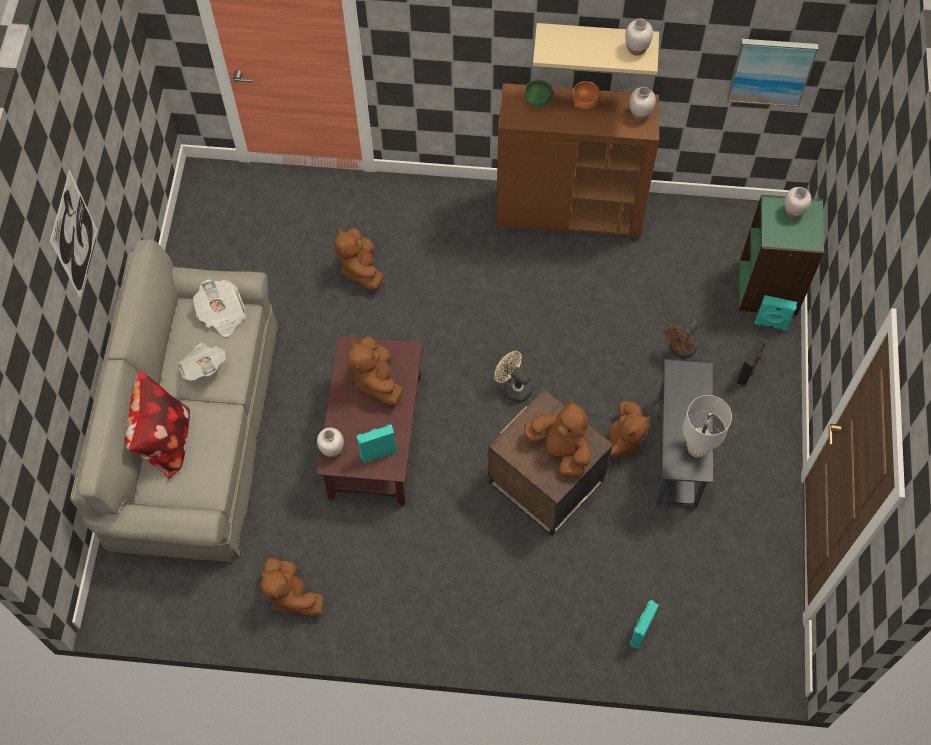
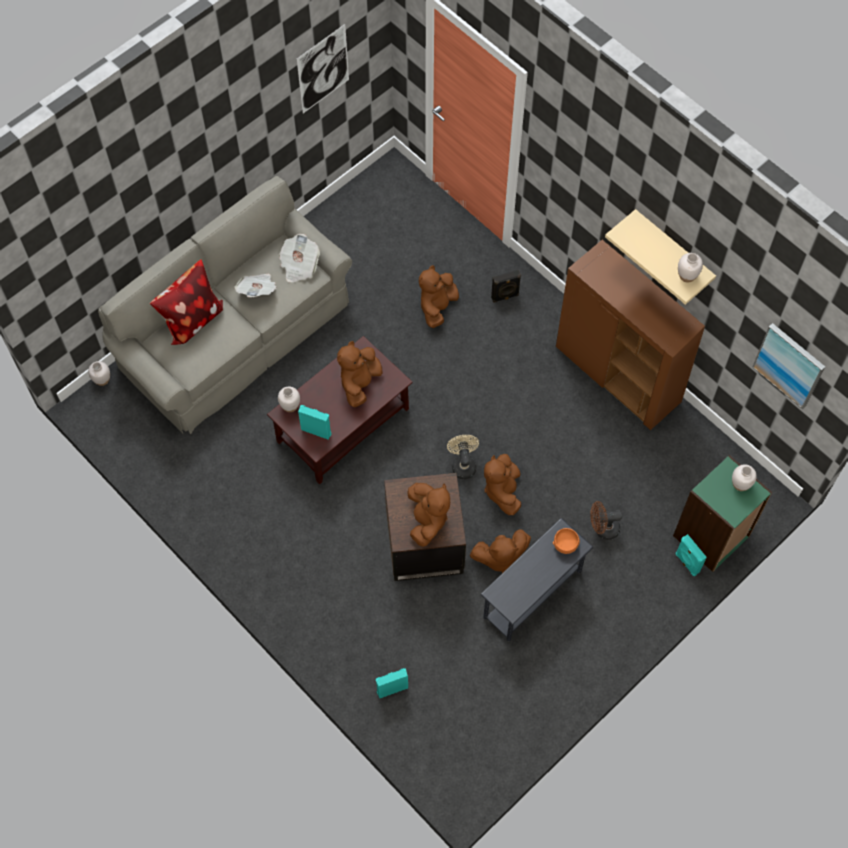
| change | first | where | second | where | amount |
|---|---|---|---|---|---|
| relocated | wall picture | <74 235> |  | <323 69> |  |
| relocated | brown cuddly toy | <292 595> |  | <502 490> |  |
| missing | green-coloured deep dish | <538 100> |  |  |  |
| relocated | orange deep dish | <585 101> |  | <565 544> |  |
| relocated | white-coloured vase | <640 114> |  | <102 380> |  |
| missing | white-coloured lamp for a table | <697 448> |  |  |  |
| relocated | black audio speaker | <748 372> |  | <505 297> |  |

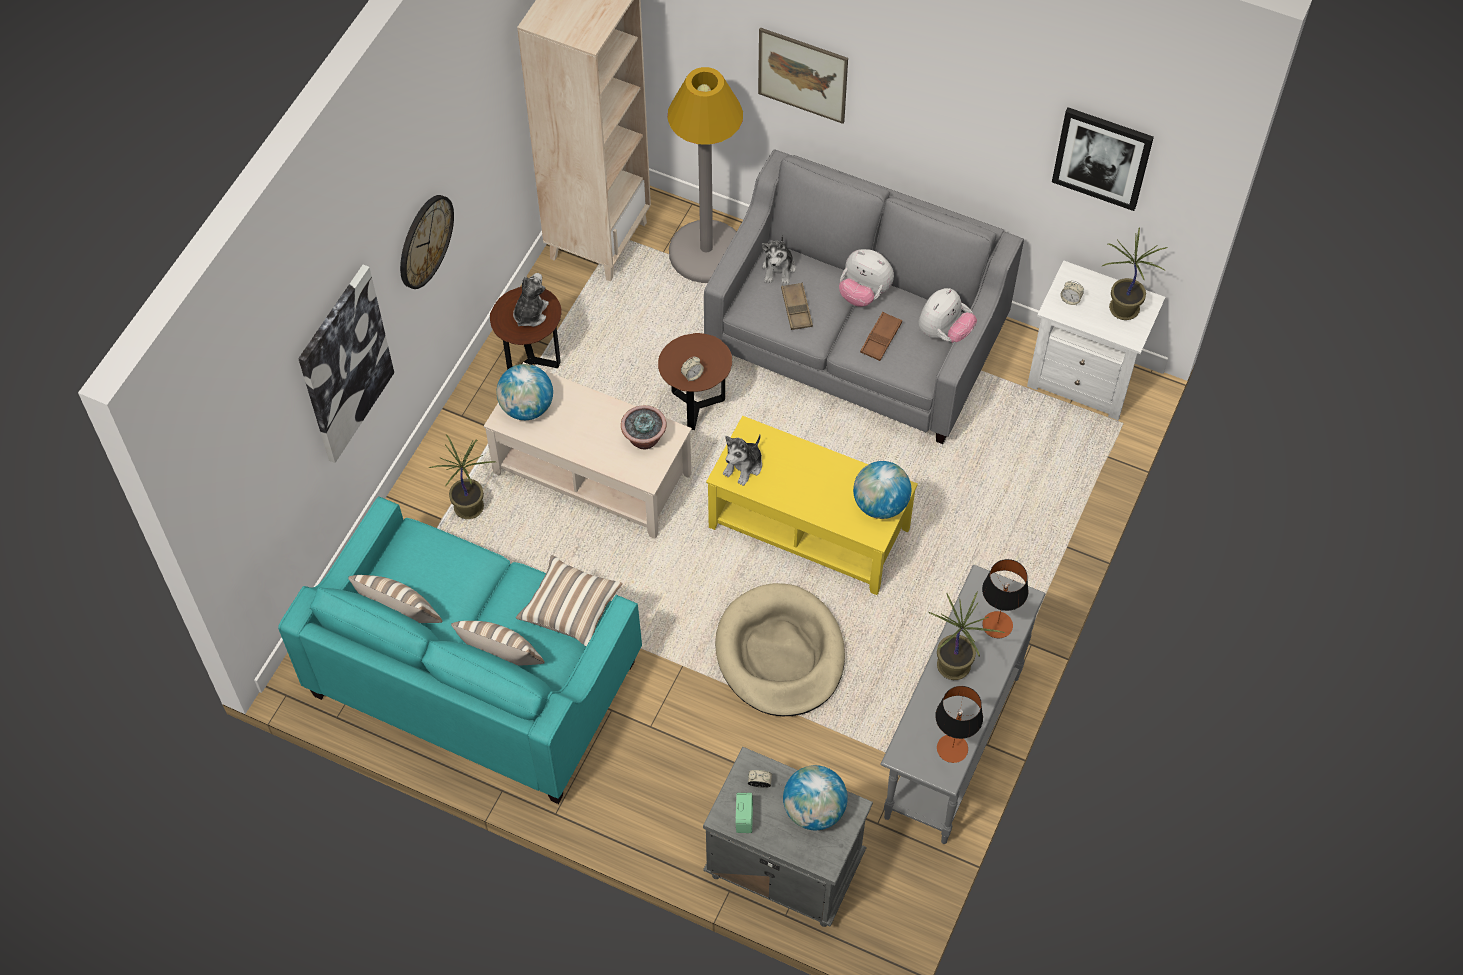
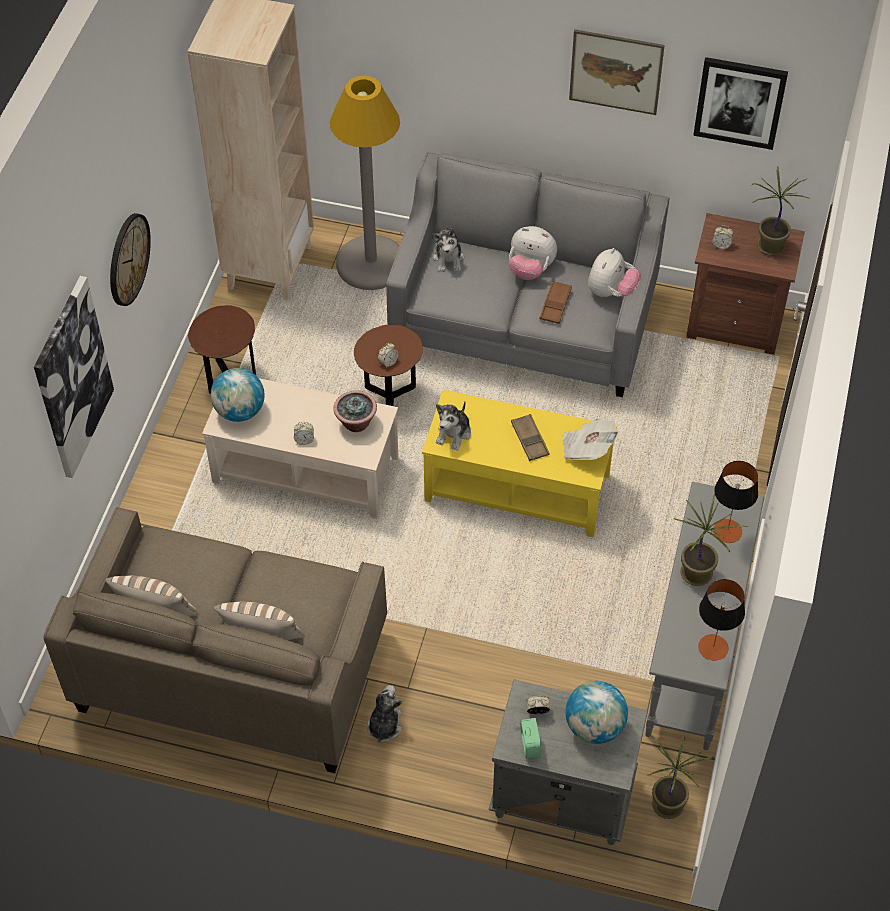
| change | first | where | second | where | amount |
|---|---|---|---|---|---|
| colour | turquoise-coloured settee | <475 678> | beige-coloured settee | <231 670> |  |
| relocated | plant in a pot | <469 506> |  | <667 804> |  |
| relocated | cuddly toy | <530 313> |  | <384 725> |  |
| missing | cushion | <571 608> |  |  |  |
| missing | beige-coloured dog cushion | <780 653> |  |  |  |
| relocated | wall picture | <802 75> |  | <616 72> |  |
| relocated | brown carrying tray | <796 309> |  | <529 440> |  |
| exchanged | globe | <880 504> | daily paper | <587 448> |  |
| colour | white-coloured night table | <1084 378> | brown night table | <735 323> |  |
| appeared |  |  | alarm clock | <304 440> |  |

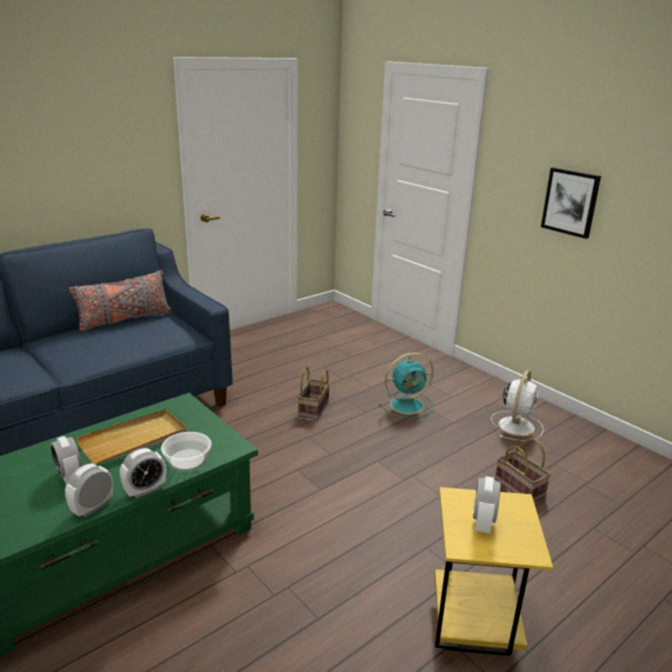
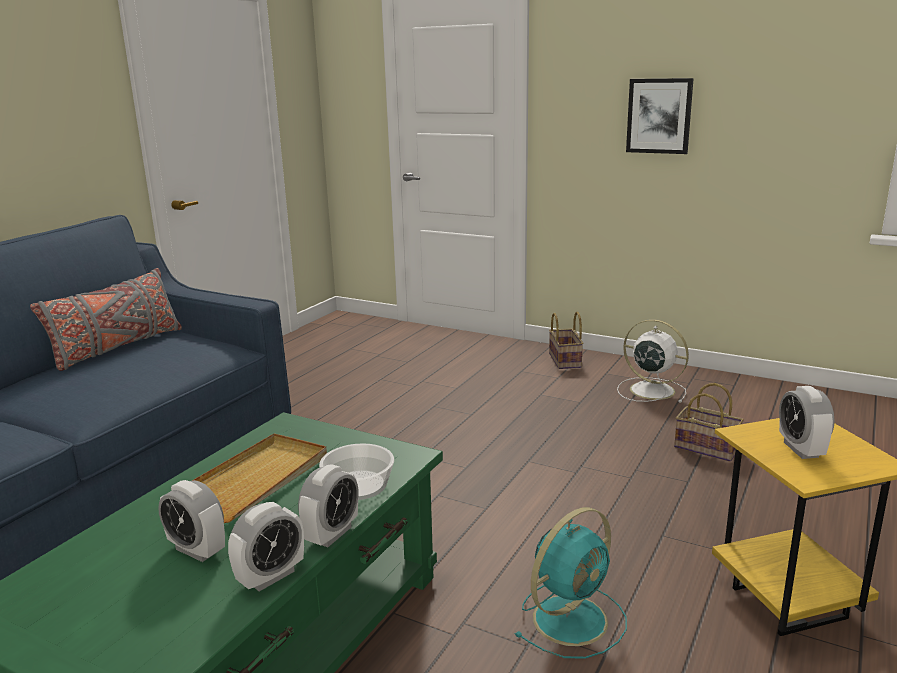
| change | first | where | second | where | amount |
|---|---|---|---|---|---|
| spun | alarm clock | <92 507> |  | <271 576> | 150 degrees counterclockwise |
| relocated | storage basket | <314 409> |  | <566 361> |  |
| relocated | turquoise-coloured cooling fan | <408 405> |  | <572 618> |  |
| spun | white-coloured cooling fan | <516 425> |  | <650 390> | 60 degrees counterclockwise |

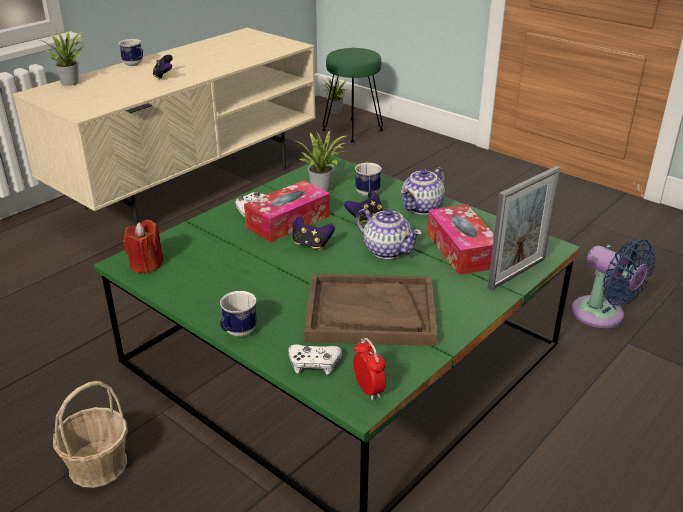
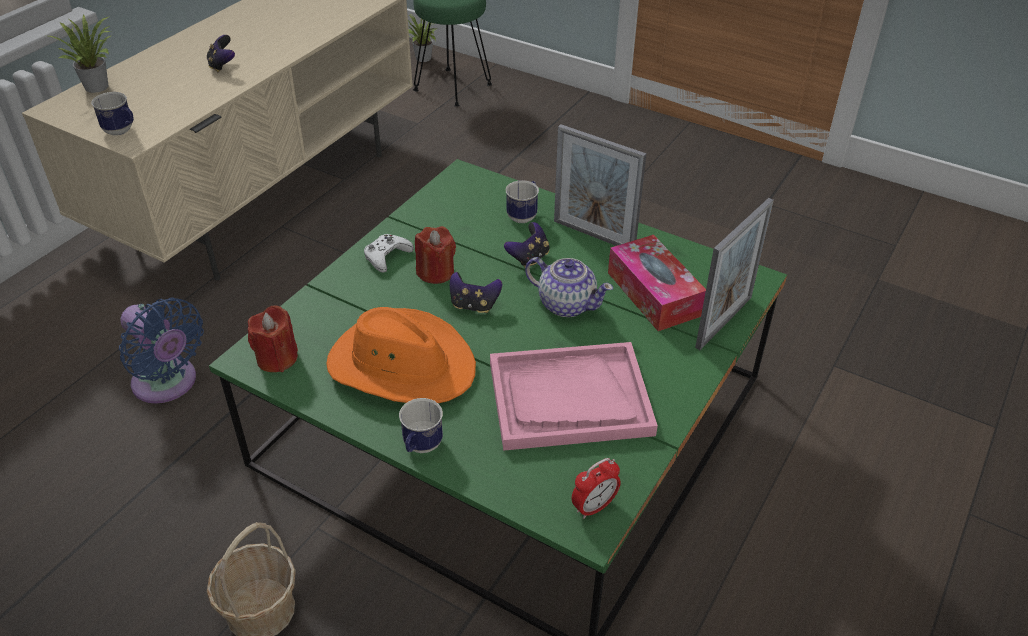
| change | first | where | second | where | amount |
|---|---|---|---|---|---|
| relocated | mug | <135 64> |  | <122 131> |  |
| exchanged | tissue box | <288 221> | red-coloured wax light | <435 272> |  |
| missing | white-coloured gamepad | <314 363> |  |  |  |
| missing | plant in a pot | <322 187> |  |  |  |
| colour | brown carrying tray | <370 313> | pink-coloured carrying tray | <569 399> |  |
| spun | alarm clock | <368 389> |  | <594 507> | 90 degrees clockwise |
| exchanged | pot for tea | <422 208> | standing frame | <593 235> |  |
| relocated | blue-coloured cooling fan | <602 315> |  | <168 384> |  |
| appeared |  |  | orange clothing hat | <401 364> |  |

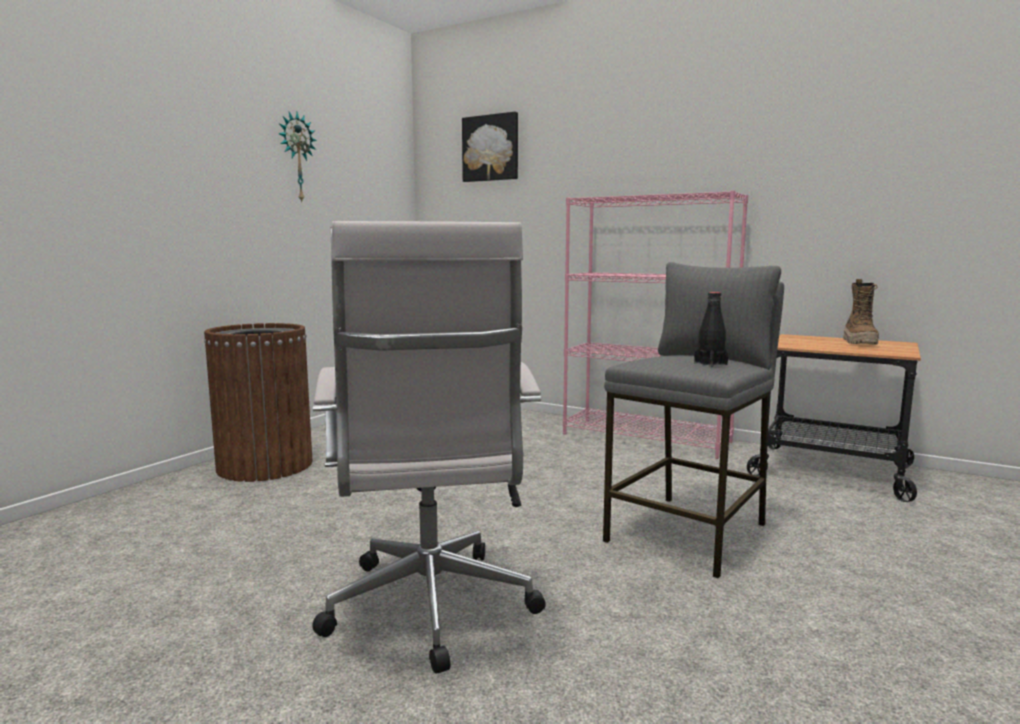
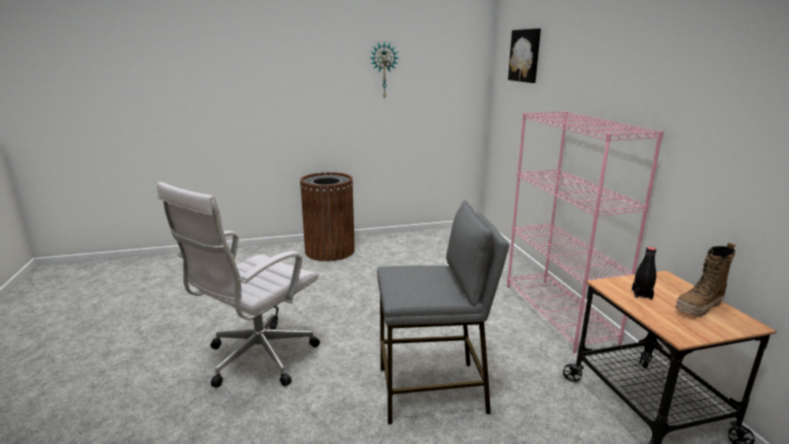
| change | first | where | second | where | amount |
|---|---|---|---|---|---|
| relocated | black beverage bottle | <710 364> |  | <641 294> |  |

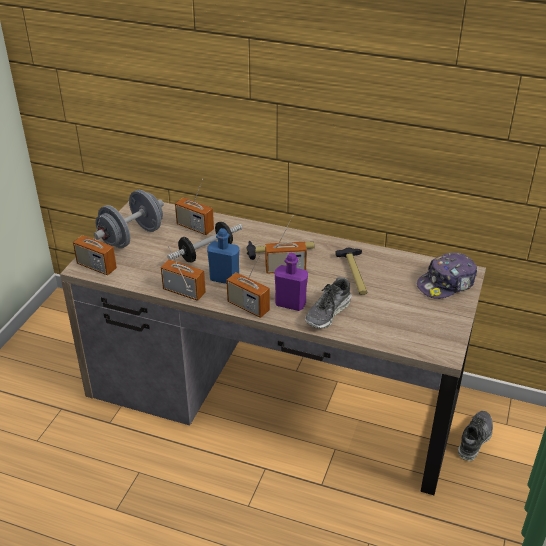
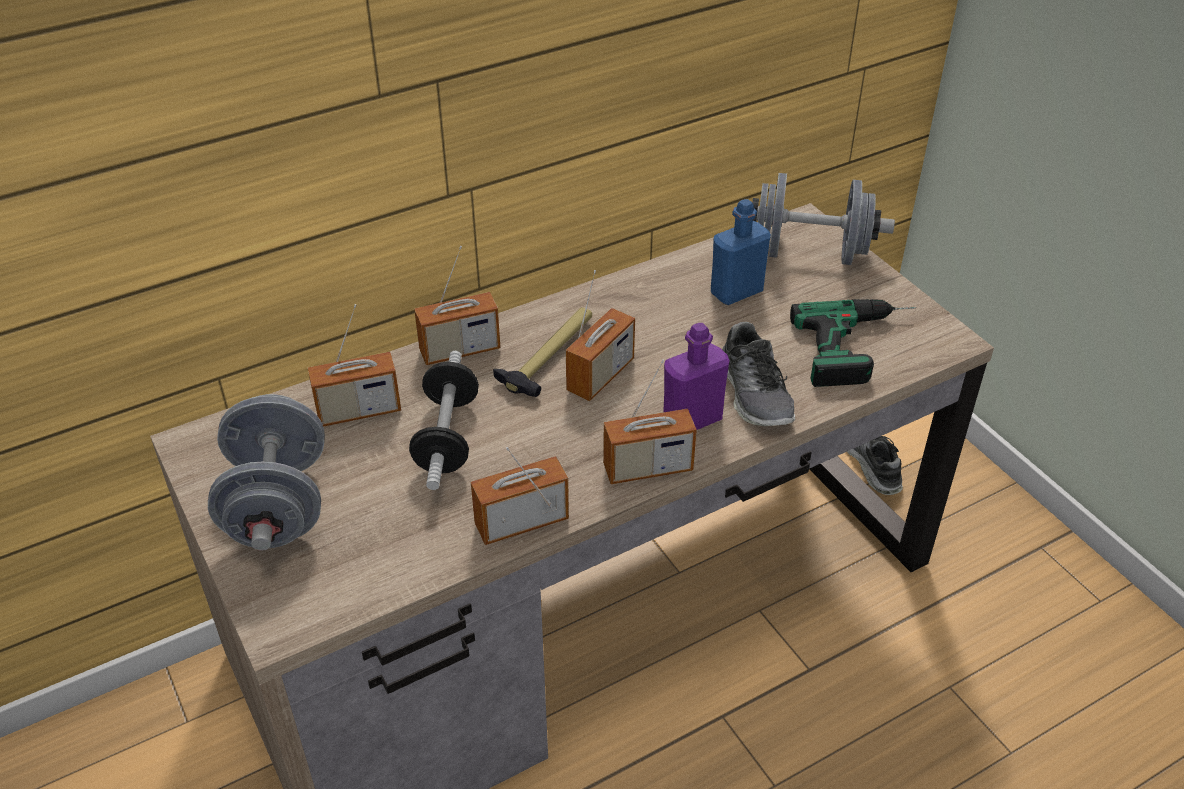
| change | first | where | second | where | amount |
|---|---|---|---|---|---|
| relocated | radio receiver | <96 266> |  | <460 350> |  |
| relocated | blue-coloured beverage bottle | <224 279> |  | <736 292> |  |
| missing | tool hammer | <355 274> |  |  |  |
| exchanged | baseball cap | <446 284> | greyish hand weight | <809 253> |  |
| appeared |  |  | power drill | <862 346> |  |

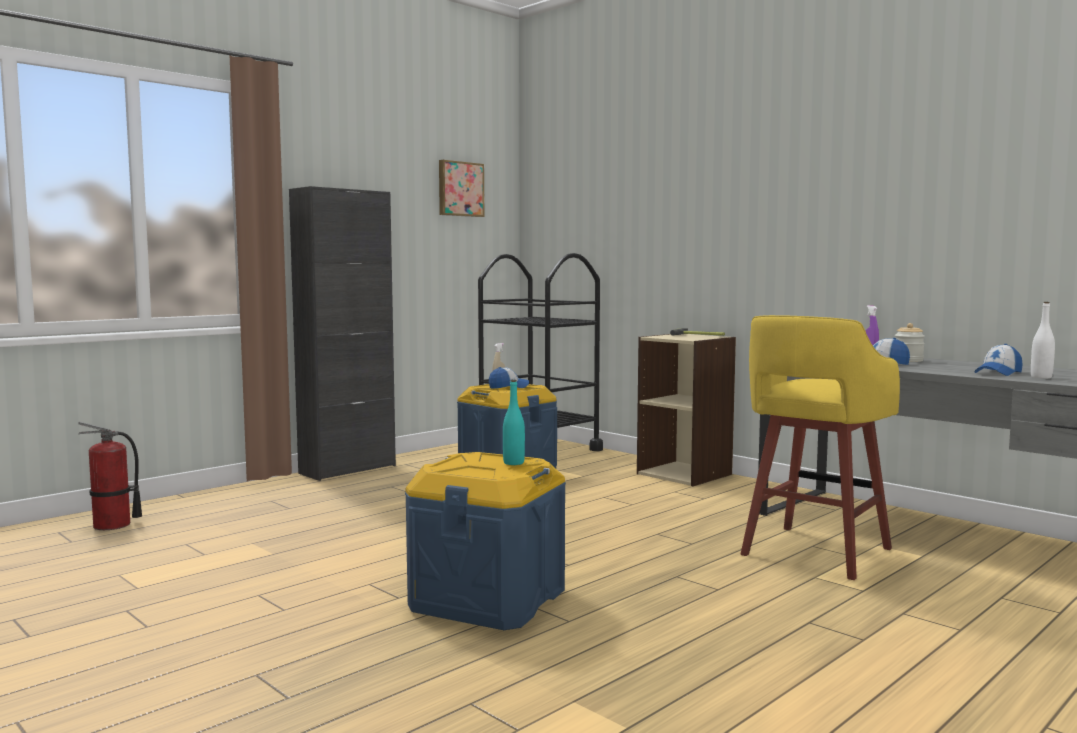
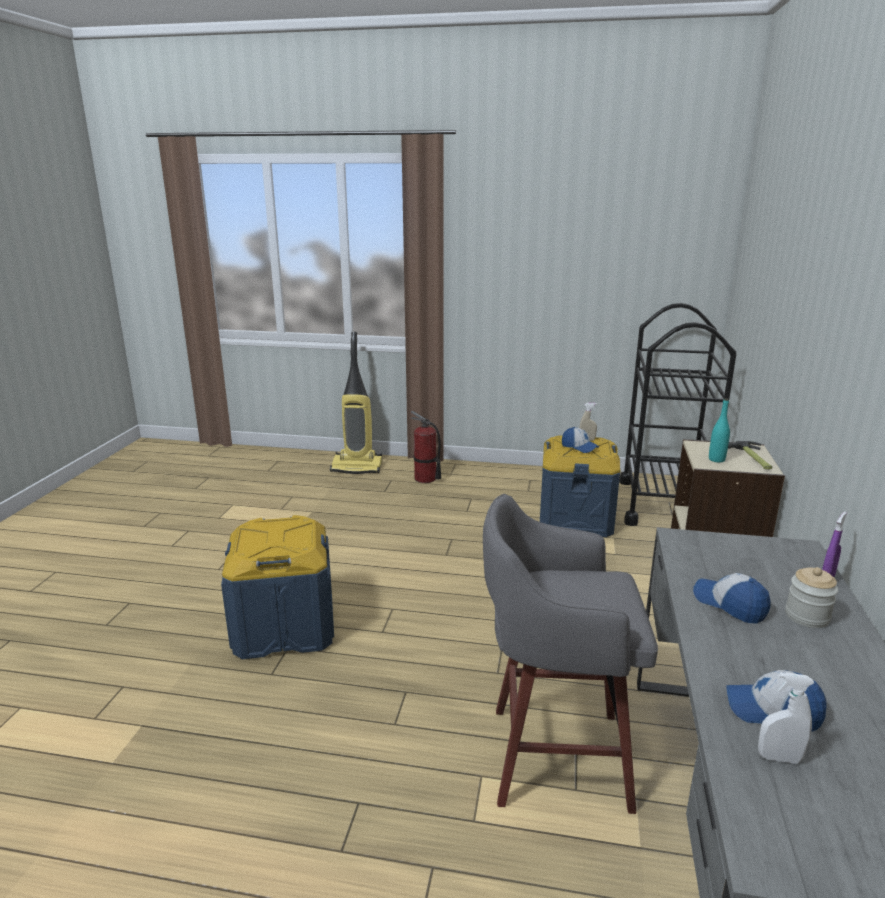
| change | first | where | second | where | amount |
|---|---|---|---|---|---|
| relocated | extinguisher | <112 525> |  | <425 479> |  |
| missing | black storage cabinet | <348 469> |  |  |  |
| missing | wall picture | <460 189> |  |  |  |
| relocated | turquoise-coloured beverage bottle | <513 463> |  | <716 459> |  |
| colour | yellow stool | <814 553> | greyish stool | <553 756> |  |
| exchanged | white-coloured beverage bottle | <1041 377> | white-coloured spray bottle | <779 758> |  |
| appeared |  |  | vacuum cleaner | <357 467> |  |

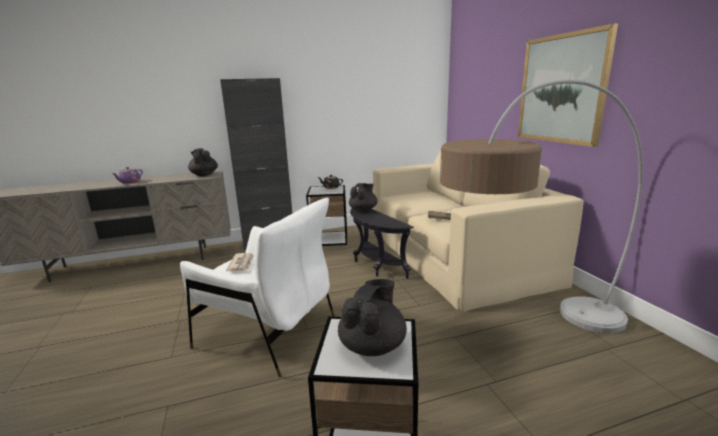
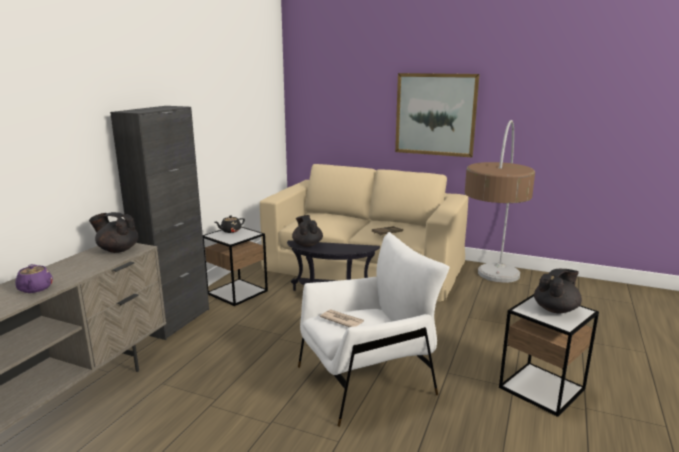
| change | first | where | second | where | amount |
|---|---|---|---|---|---|
| spun | black pot for tea | <373 346> |  | <556 309> | 75 degrees clockwise |

